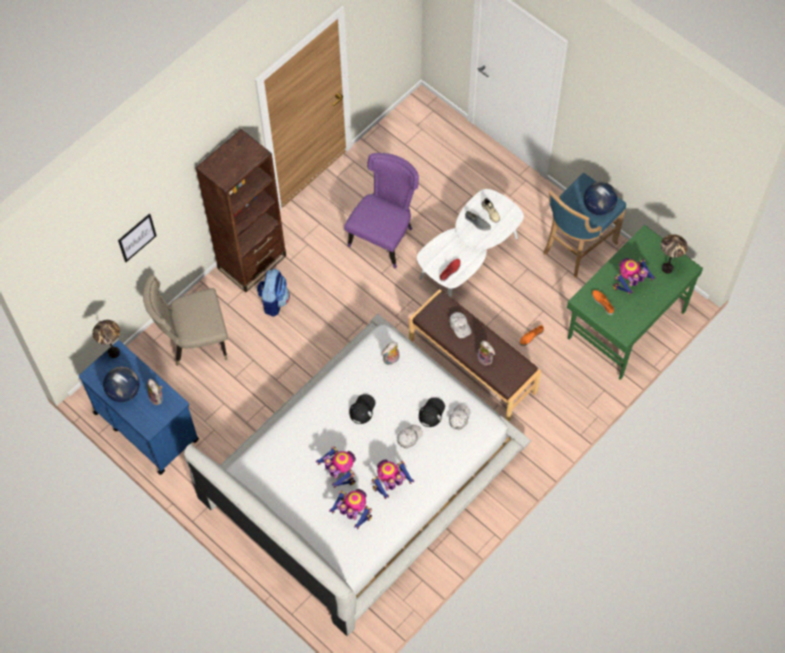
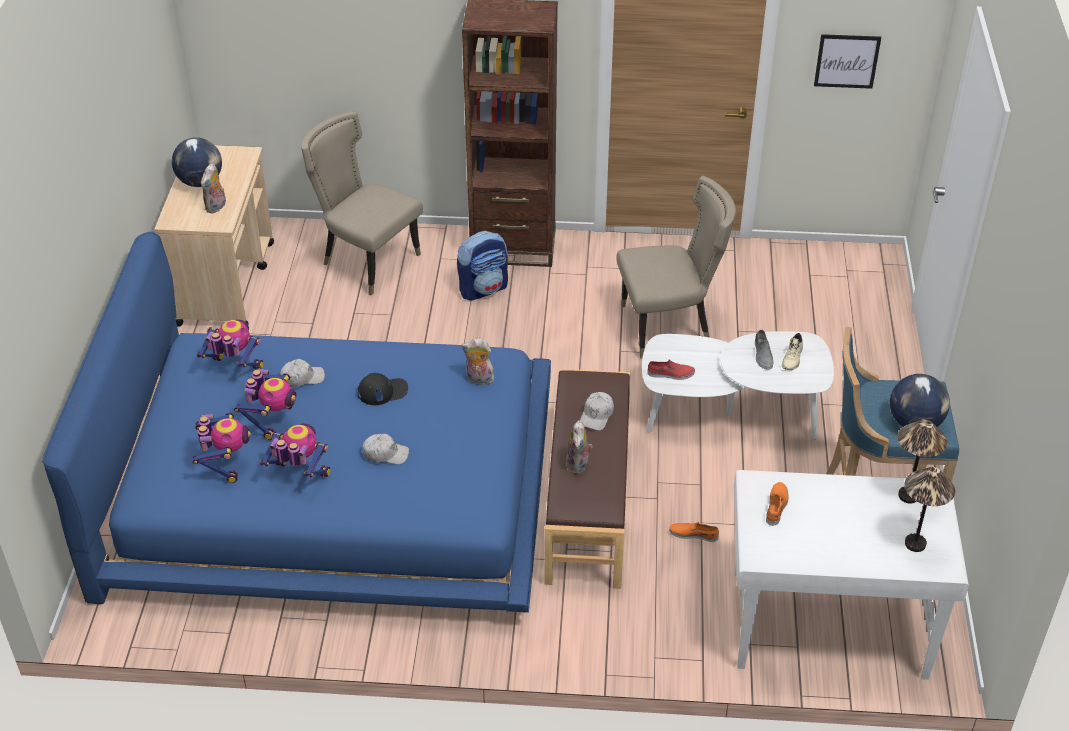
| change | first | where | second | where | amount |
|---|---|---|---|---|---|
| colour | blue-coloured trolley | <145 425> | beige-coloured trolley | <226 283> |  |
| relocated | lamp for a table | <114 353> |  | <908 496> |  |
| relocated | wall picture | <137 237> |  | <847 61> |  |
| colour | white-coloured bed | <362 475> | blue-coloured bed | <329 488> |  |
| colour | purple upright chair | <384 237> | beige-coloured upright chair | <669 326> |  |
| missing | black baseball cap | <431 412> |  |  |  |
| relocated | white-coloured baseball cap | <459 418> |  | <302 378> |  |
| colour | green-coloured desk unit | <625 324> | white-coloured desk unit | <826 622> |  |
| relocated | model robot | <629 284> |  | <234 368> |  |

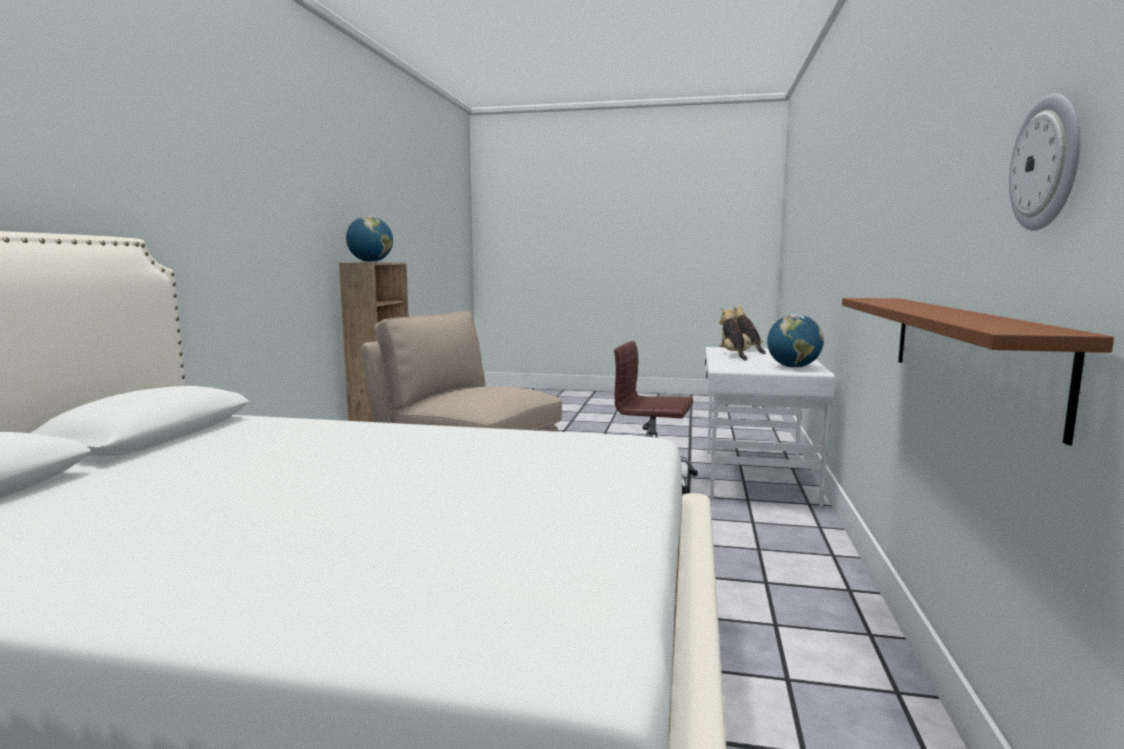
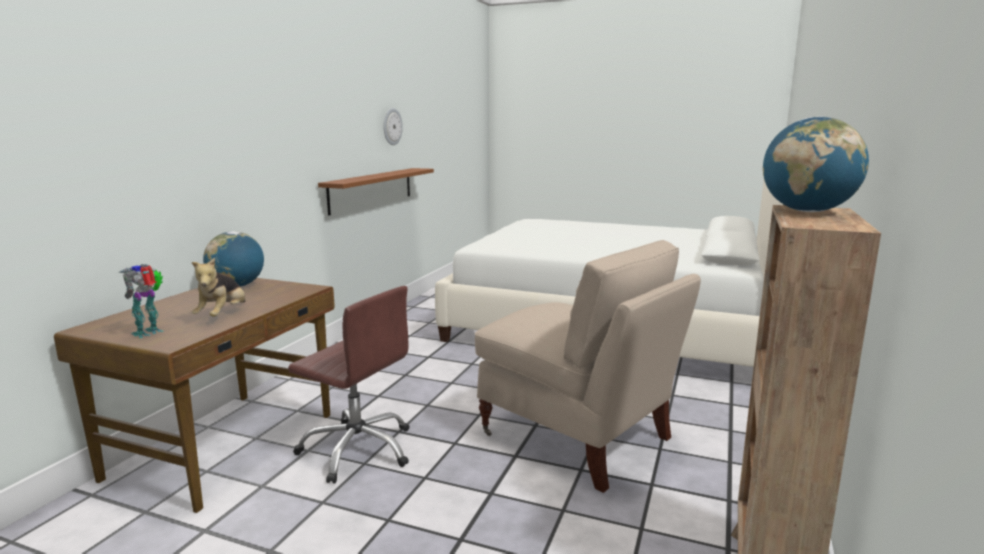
| change | first | where | second | where | amount |
|---|---|---|---|---|---|
| colour | white-coloured desk unit | <756 476> | brown desk unit | <227 445> |  |
| exchanged | cuddly toy | <747 350> | model robot | <149 333> |  |

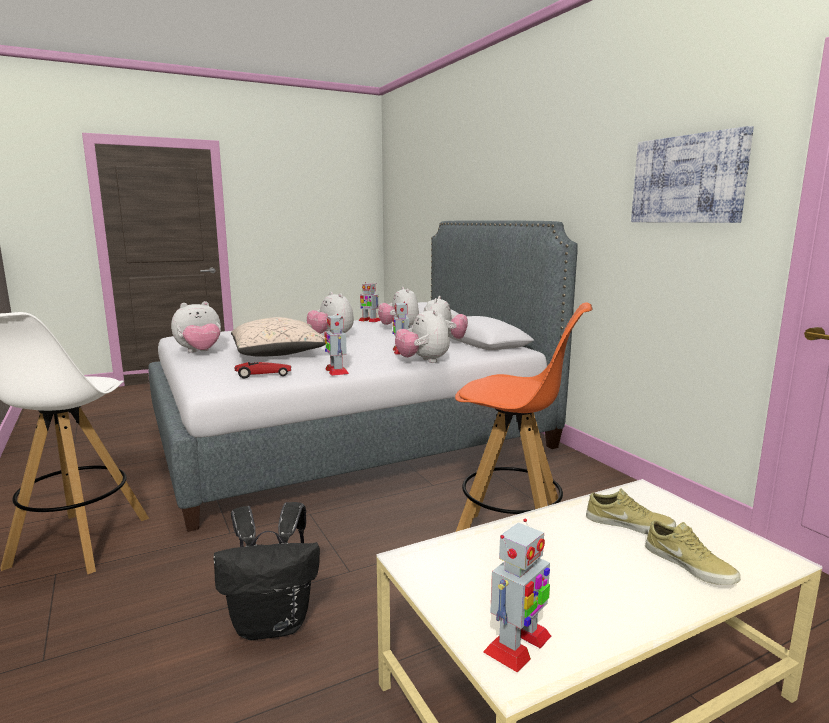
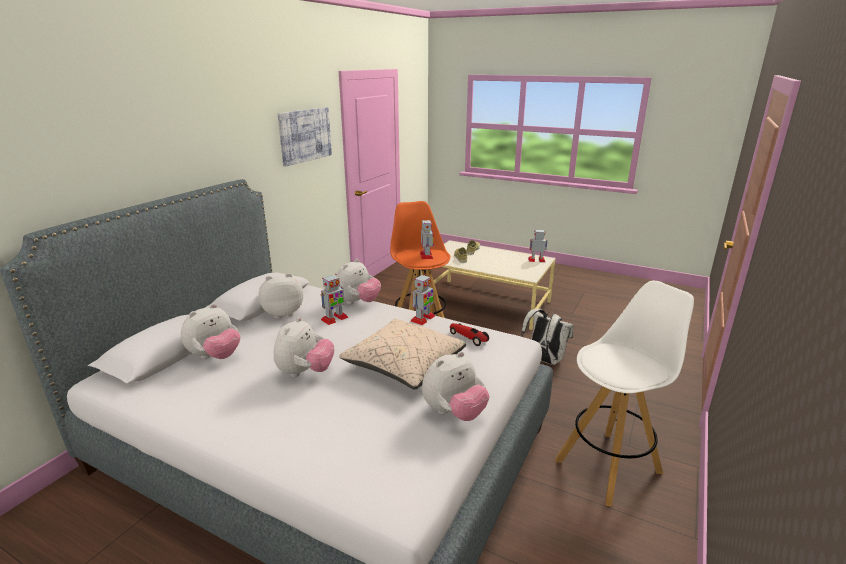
| change | first | where | second | where | amount |
|---|---|---|---|---|---|
| spun | cuddly toy | <200 352> |  | <454 413> | 120 degrees clockwise |
| colour | black knapsack | <273 623> | white-coloured knapsack | <543 360> |  |
| relocated | model robot | <369 320> |  | <426 256> |  |

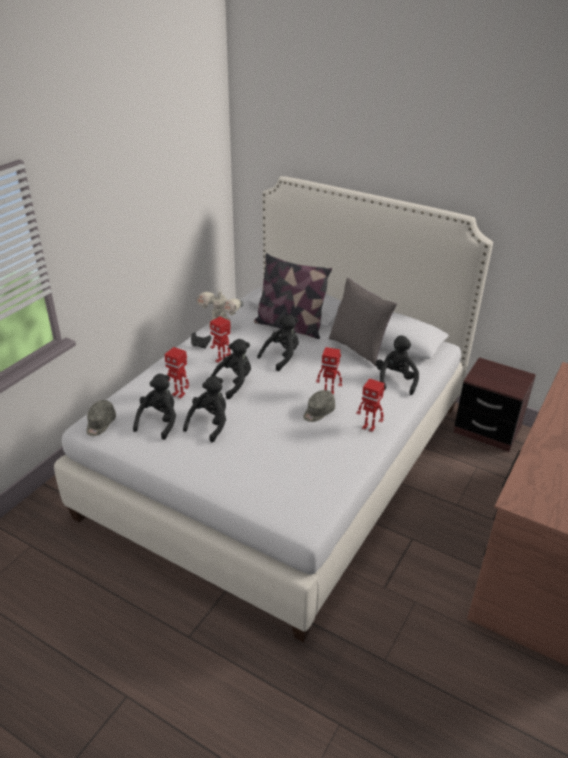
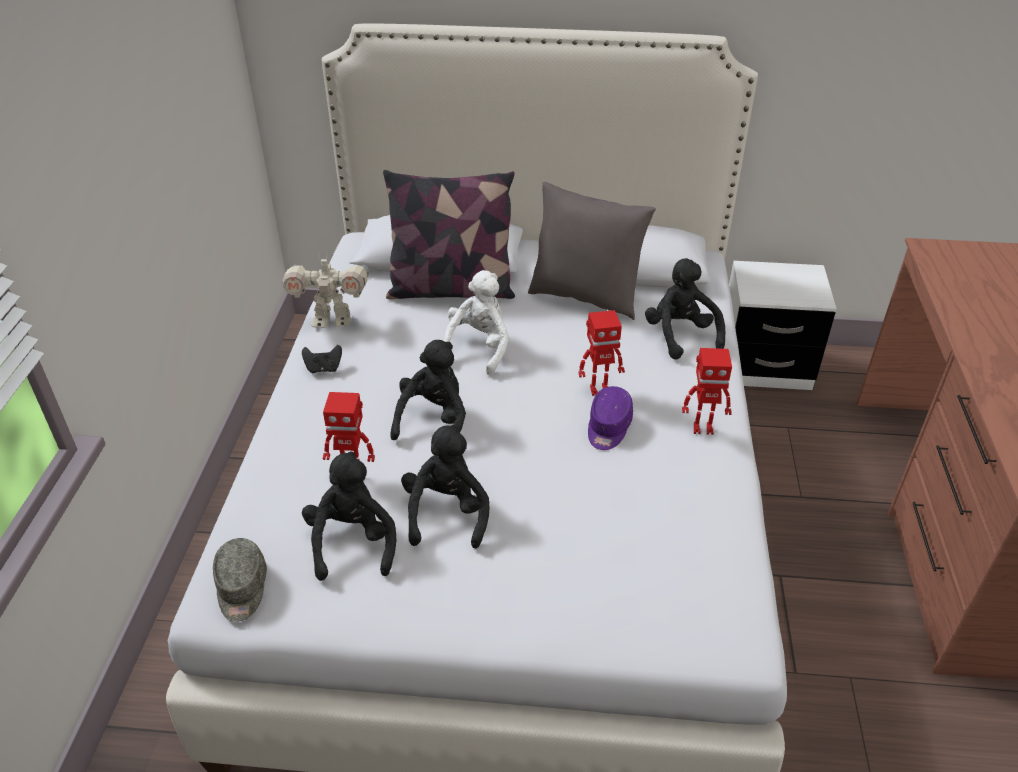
| change | first | where | second | where | amount |
|---|---|---|---|---|---|
| missing | model robot | <221 361> |  |  |  |
| colour | black cuddly toy | <282 357> | white-coloured cuddly toy | <478 347> |  |
| colour | greyish baseball cap | <318 412> | purple baseball cap | <608 428> |  |
| colour | brown night table | <487 430> | white-coloured night table | <763 366> |  |

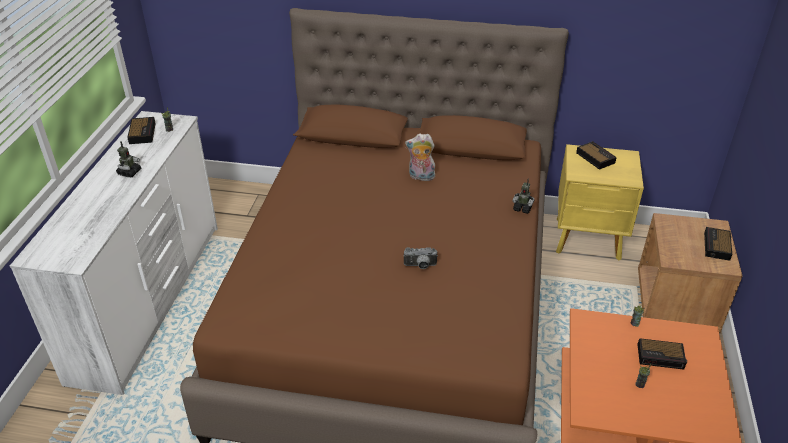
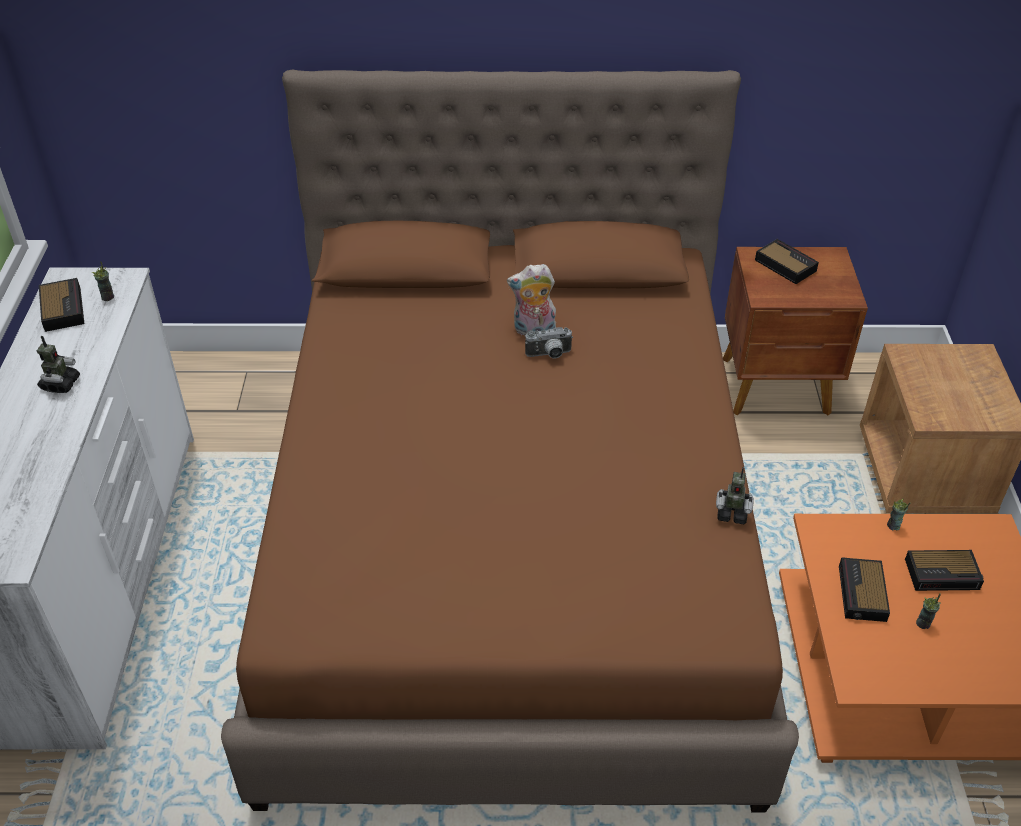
| change | first | where | second | where | amount |
|---|---|---|---|---|---|
| relocated | still camera | <420 266> |  | <549 355> |  |
| relocated | model robot | <522 208> |  | <732 513> |  |
| colour | yellow night table | <589 239> | brown night table | <777 387> |  |
| relocated | alarm clock | <716 247> |  | <862 594> |  |

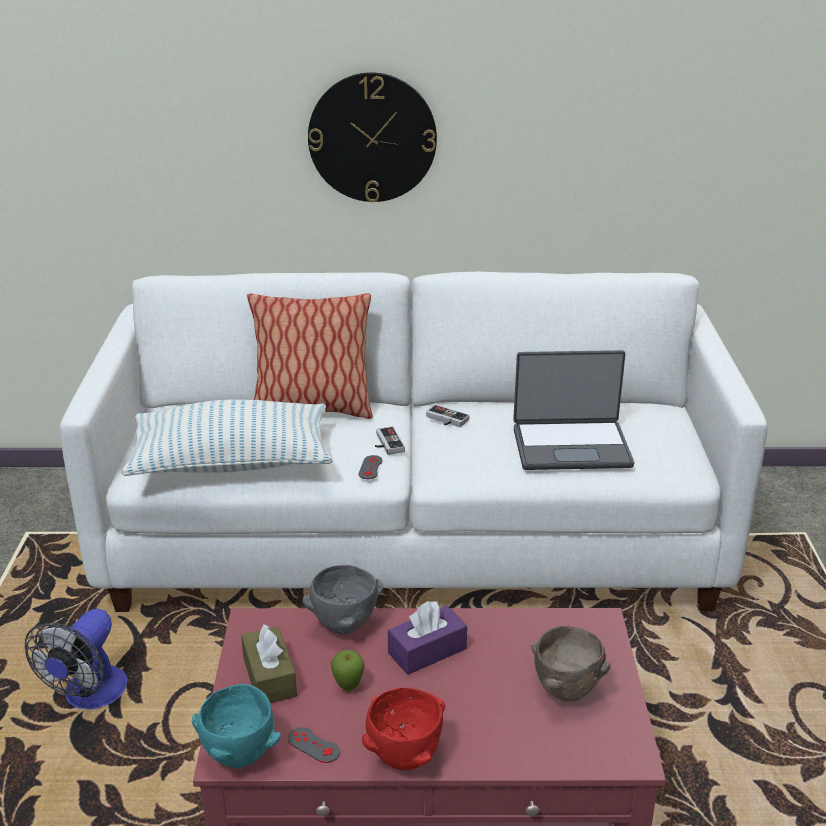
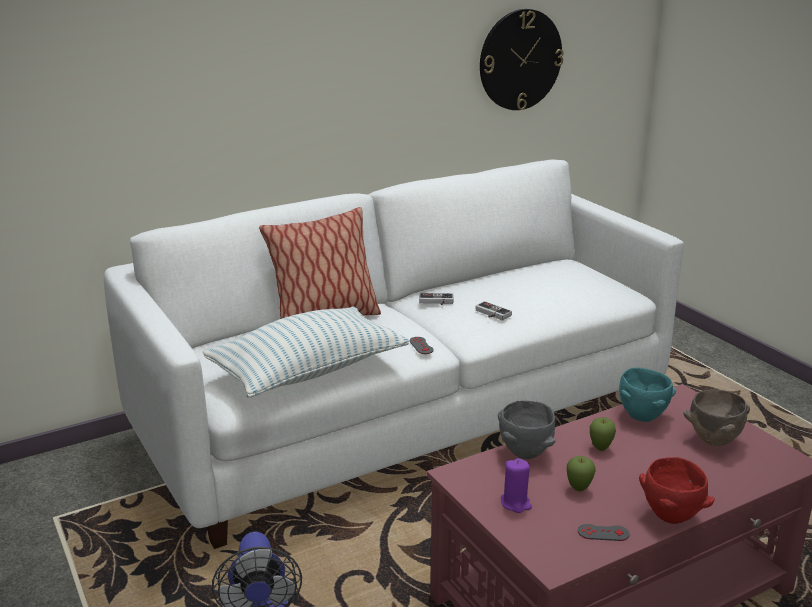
| change | first | where | second | where | amount |
|---|---|---|---|---|---|
| relocated | turquoise-coloured deep dish | <240 757> |  | <643 417> |  |
| exchanged | brown tissue box | <269 677> | purple wax light | <516 503> |  |
| relocated | wall clock | <372 138> |  | <520 60> |  |
| relocated | gamepad | <386 444> |  | <491 314> |  |
| exchanged | purple tissue box | <427 651> | apple fruit | <600 448> |  |
| missing | notebook computer | <571 446> |  |  |  |

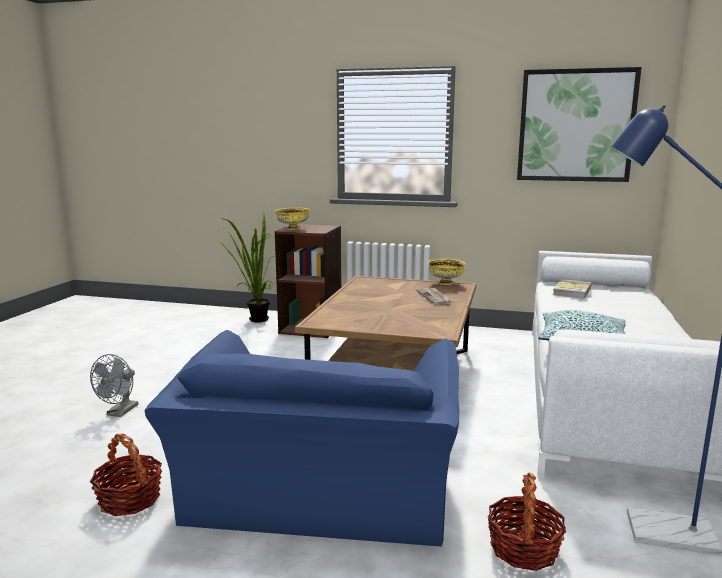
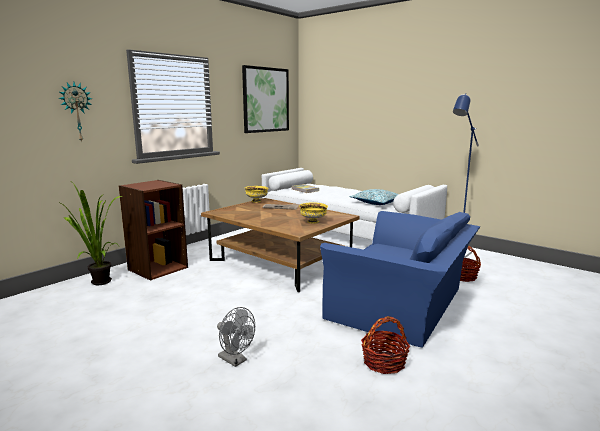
| change | first | where | second | where | amount |
|---|---|---|---|---|---|
| relocated | yellow deep dish | <293 229> |  | <313 222> |  |
| appeared |  |  | wall clock | <76 112> |  |

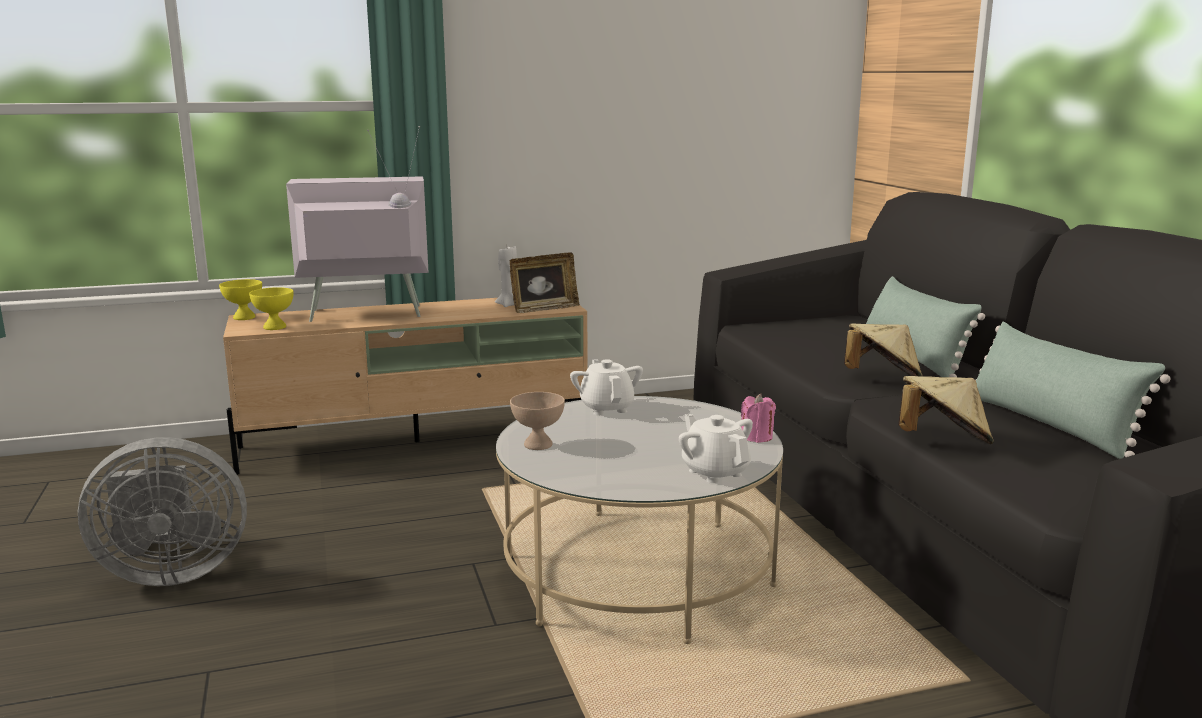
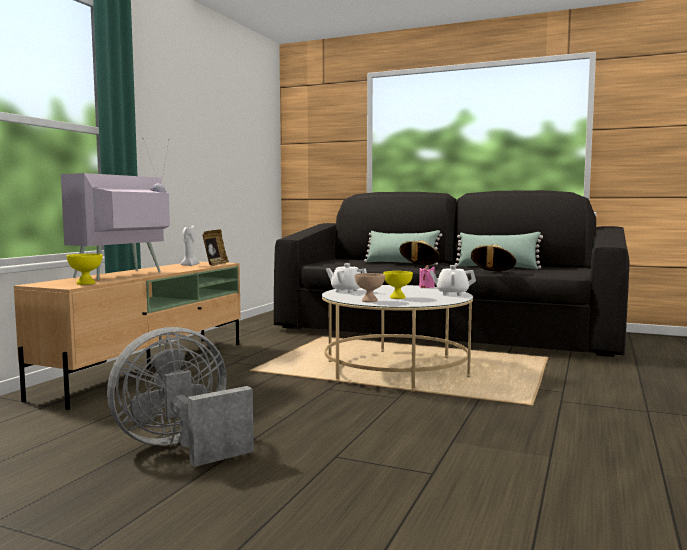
| change | first | where | second | where | amount |
|---|---|---|---|---|---|
| spun | greyish cooling fan | <171 572> |  | <181 447> | 150 degrees counterclockwise |
| relocated | yellow deep dish | <243 317> |  | <397 297> |  |

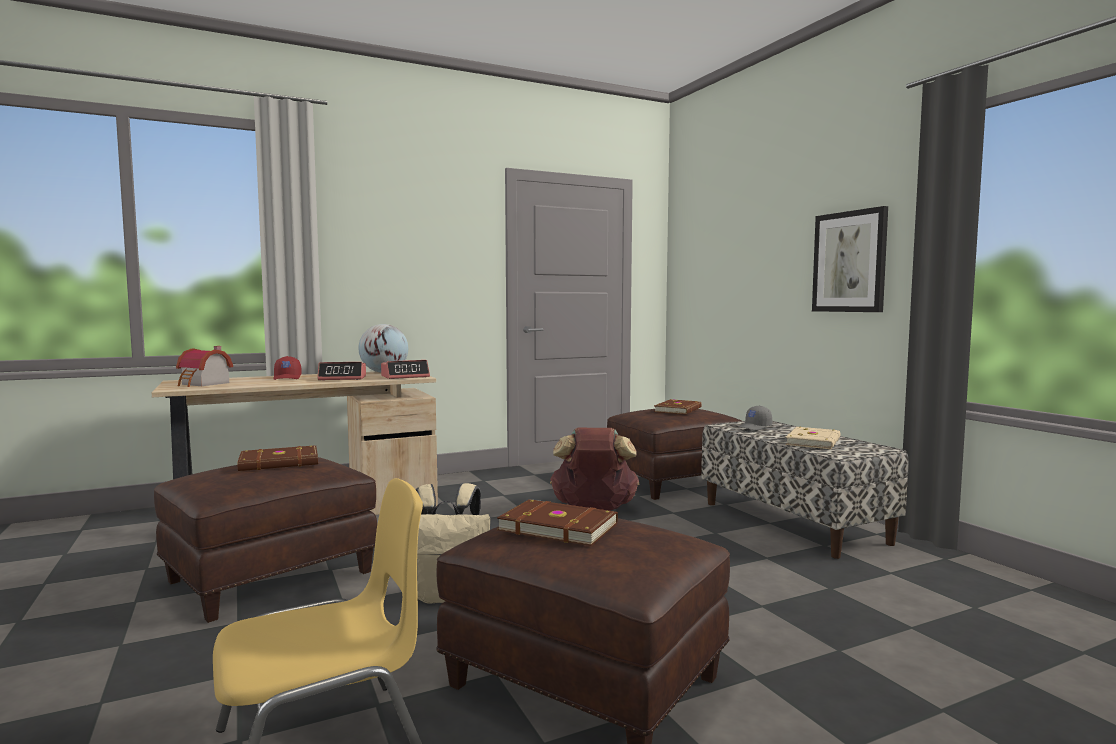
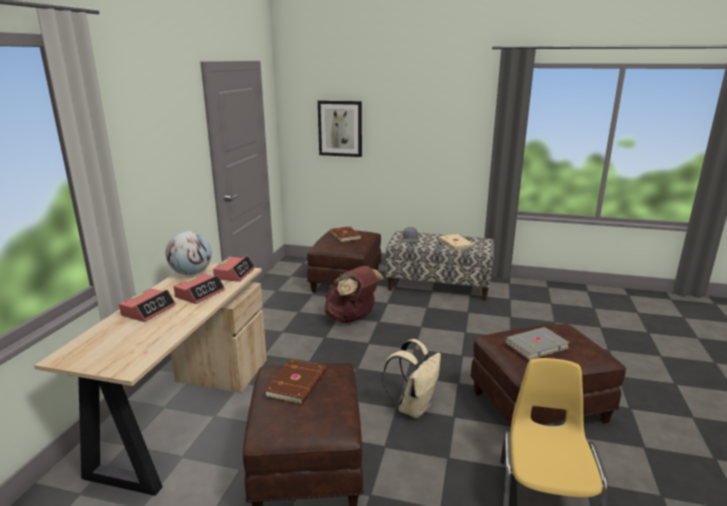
| change | first | where | second | where | amount |
|---|---|---|---|---|---|
| missing | miniature house | <204 384> |  |  |  |
| exchanged | red-coloured baseball cap | <288 378> | alarm clock | <148 310> |  |
| colour | brown book | <558 526> | greyish book | <535 345> |  |
| relocated | wall picture | <849 262> |  | <340 128> |  |

